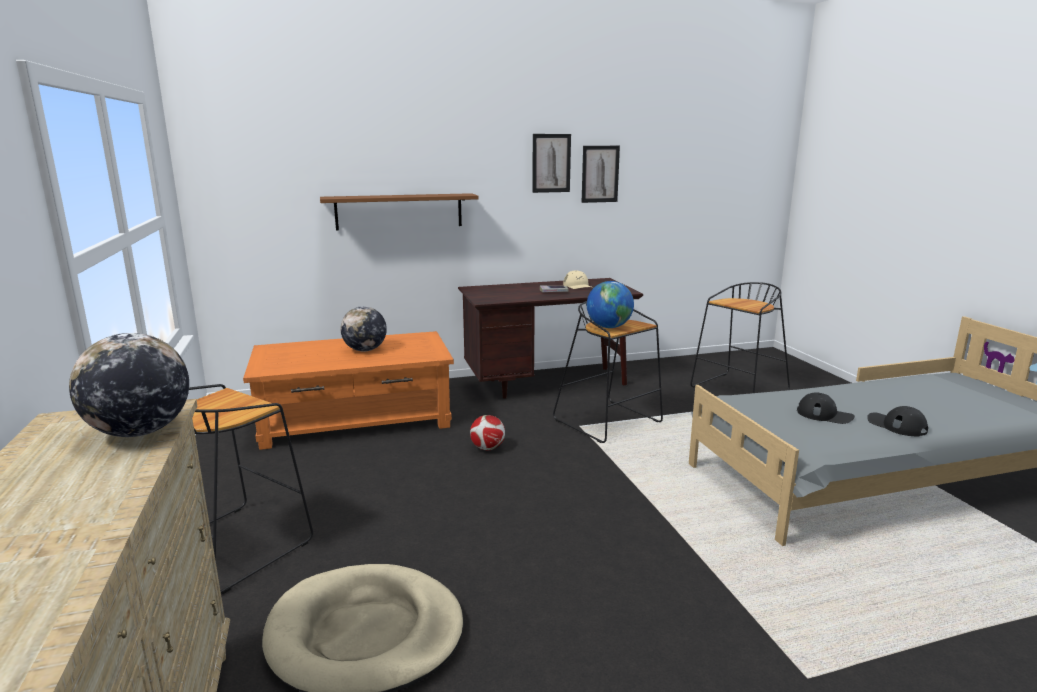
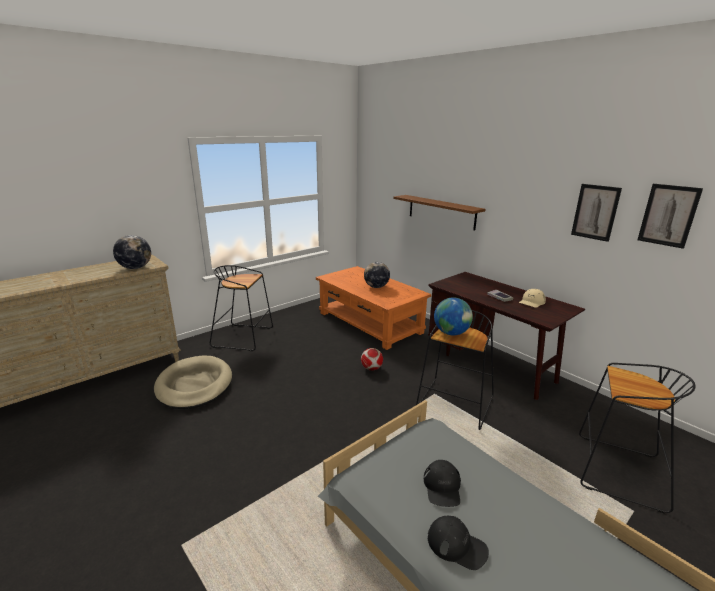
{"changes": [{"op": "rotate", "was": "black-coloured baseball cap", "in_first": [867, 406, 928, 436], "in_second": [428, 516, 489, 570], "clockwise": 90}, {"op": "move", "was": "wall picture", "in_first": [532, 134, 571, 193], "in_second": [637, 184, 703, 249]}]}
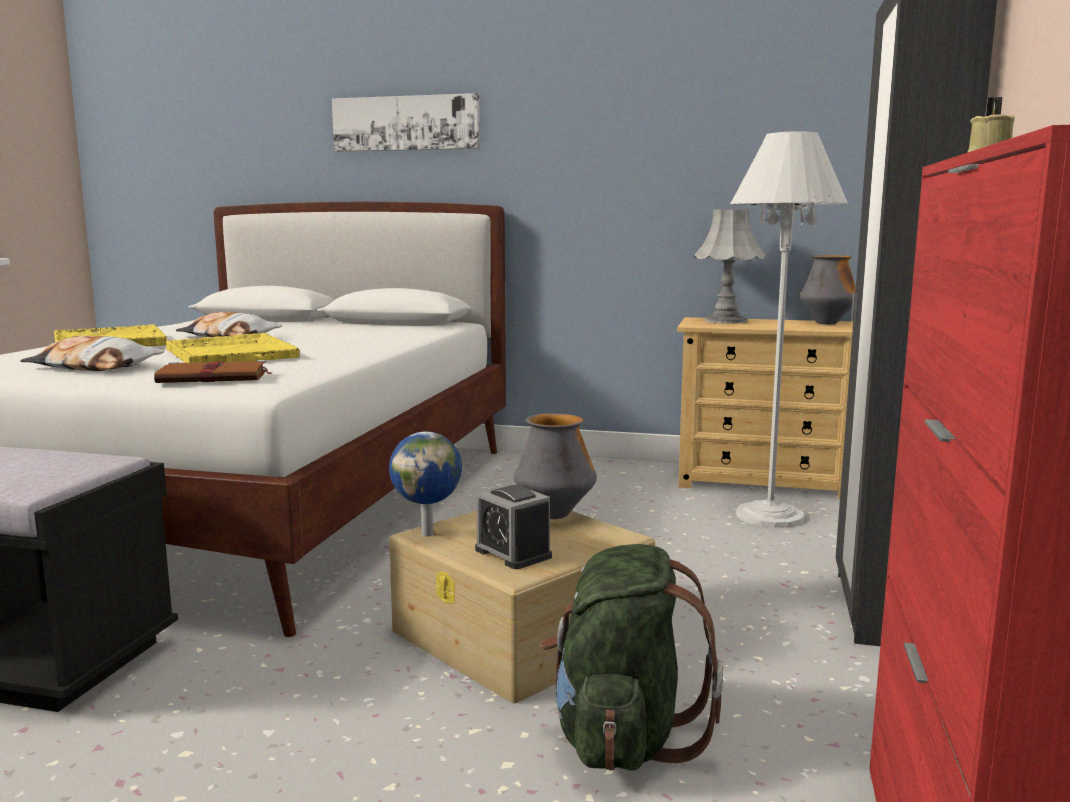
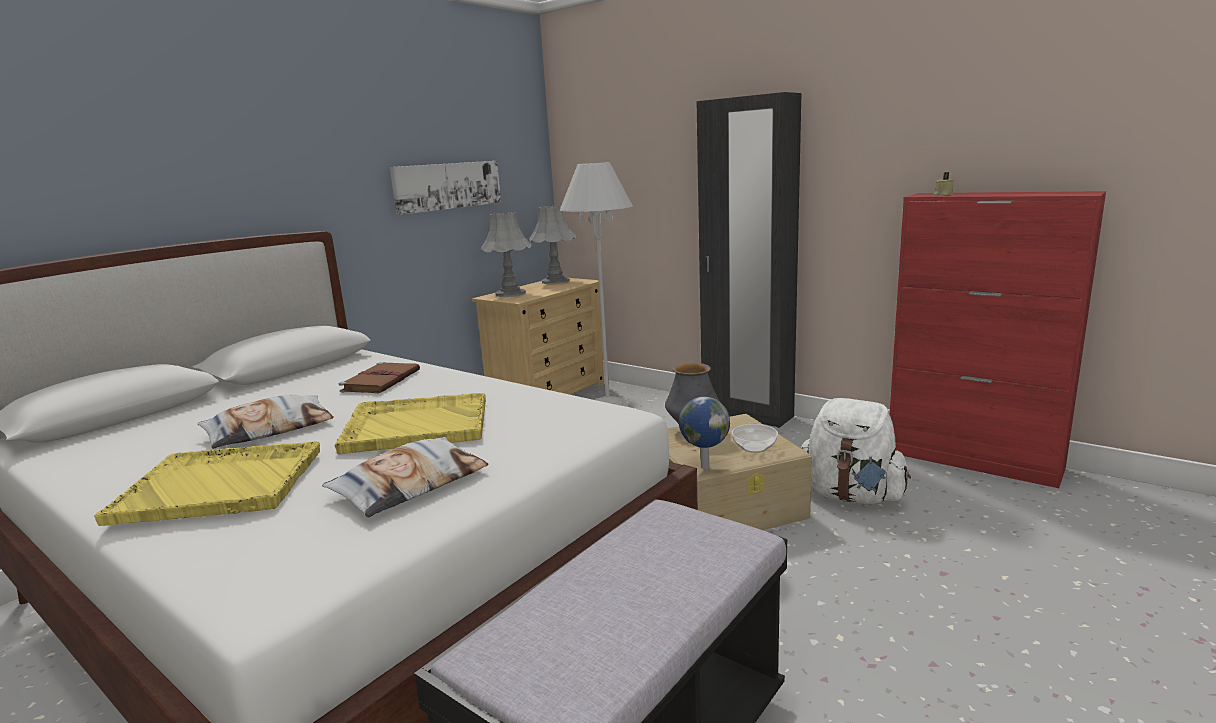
{"changes": [{"op": "move", "was": "brown-coloured book", "in_first": [154, 360, 274, 383], "in_second": [339, 362, 420, 393]}, {"op": "move", "was": "wall picture", "in_first": [332, 93, 480, 152], "in_second": [390, 161, 501, 215]}, {"op": "replace", "was": "decorative vase", "now": "grey tabletop lamp", "in_first": [800, 255, 856, 324], "in_second": [529, 206, 576, 284]}, {"op": "replace", "was": "bedside clock", "now": "bowl", "in_first": [475, 484, 552, 569], "in_second": [732, 424, 778, 453]}, {"op": "recolor", "was": "green-coloured rucksack", "now": "whitish rucksack", "in_first": [539, 544, 723, 771], "in_second": [801, 398, 911, 504]}]}
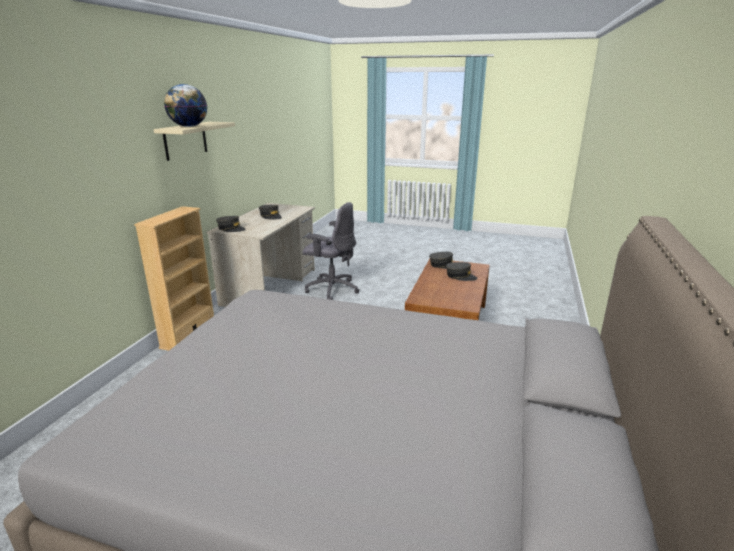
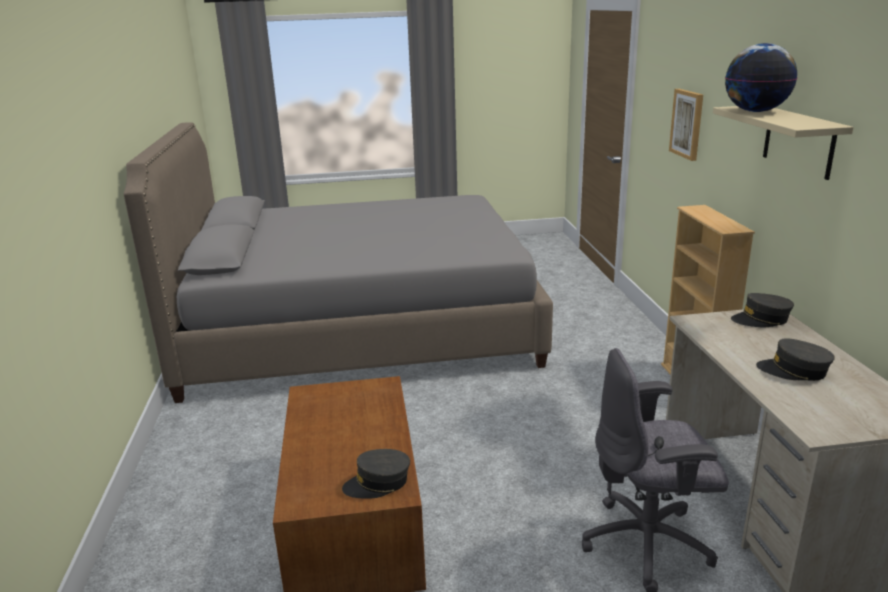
{"changes": [{"op": "insert", "now": "wall picture", "in_second": [669, 89, 703, 161]}, {"op": "delete", "was": "grey baseball cap", "in_first": [446, 262, 478, 281]}]}
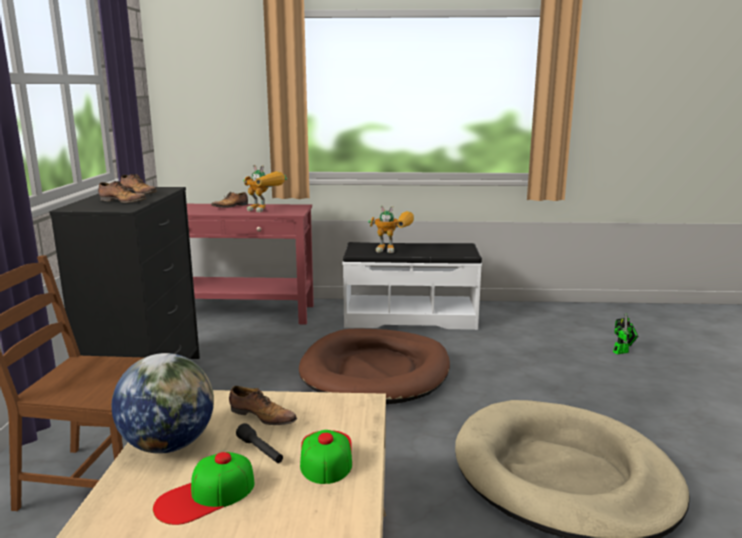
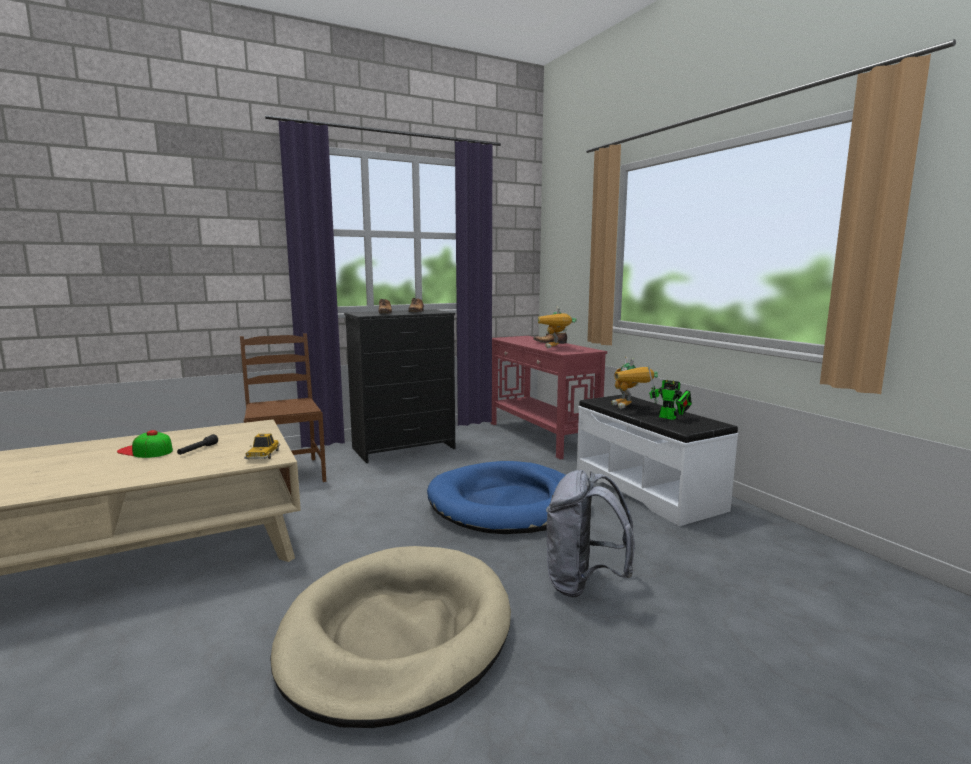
{"changes": [{"op": "insert", "now": "toy car", "in_second": [244, 434, 280, 459]}, {"op": "recolor", "was": "brown-coloured dog cushion", "now": "blue dog cushion", "in_first": [299, 328, 450, 404], "in_second": [427, 461, 565, 534]}, {"op": "insert", "now": "grey rucksack", "in_second": [546, 470, 635, 597]}, {"op": "move", "was": "model robot", "in_first": [613, 313, 639, 354], "in_second": [648, 366, 692, 420]}, {"op": "delete", "was": "globe", "in_first": [112, 353, 214, 454]}, {"op": "delete", "was": "low shoe", "in_first": [229, 386, 297, 425]}, {"op": "delete", "was": "baseball cap", "in_first": [300, 430, 352, 484]}]}
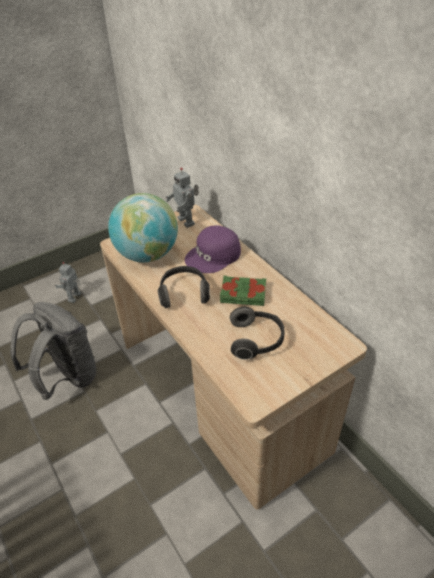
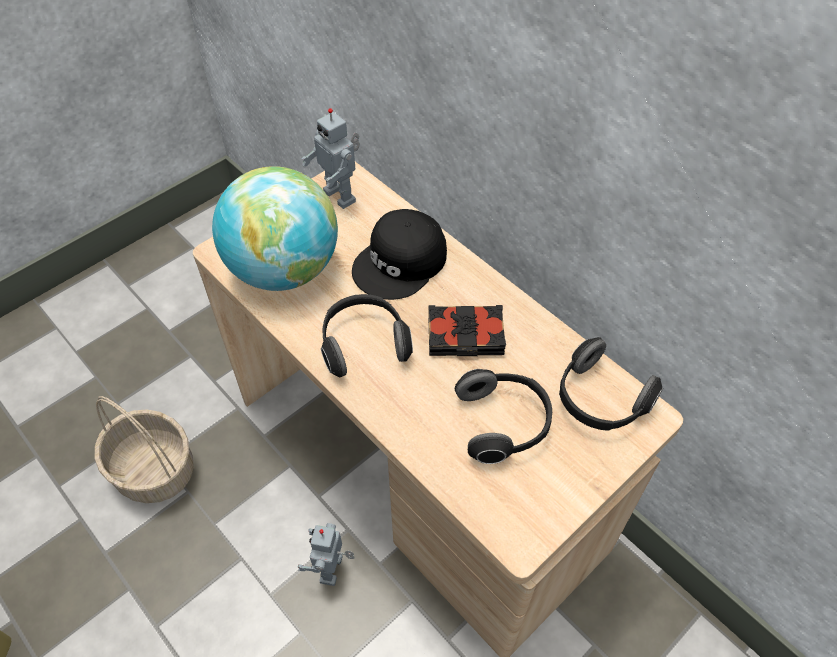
{"changes": [{"op": "replace", "was": "grey rucksack", "now": "household basket", "in_first": [10, 302, 96, 400], "in_second": [95, 396, 194, 503]}, {"op": "move", "was": "model robot", "in_first": [55, 262, 81, 303], "in_second": [297, 523, 355, 586]}, {"op": "recolor", "was": "purple-coloured baseball cap", "now": "black-coloured baseball cap", "in_first": [185, 225, 241, 273], "in_second": [352, 209, 447, 300]}, {"op": "recolor", "was": "green-coloured book", "now": "black-coloured book", "in_first": [220, 276, 267, 306], "in_second": [428, 305, 506, 356]}, {"op": "insert", "now": "headphones", "in_second": [559, 337, 663, 431]}]}
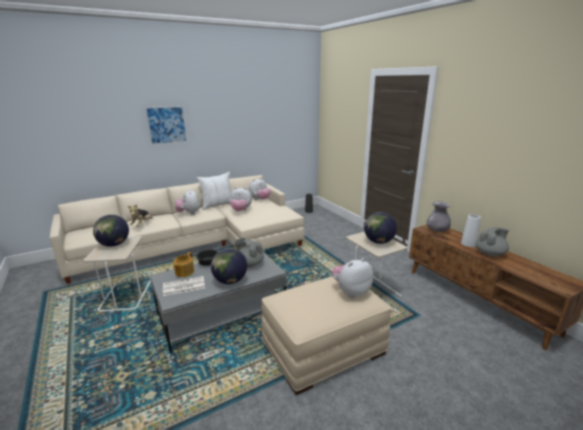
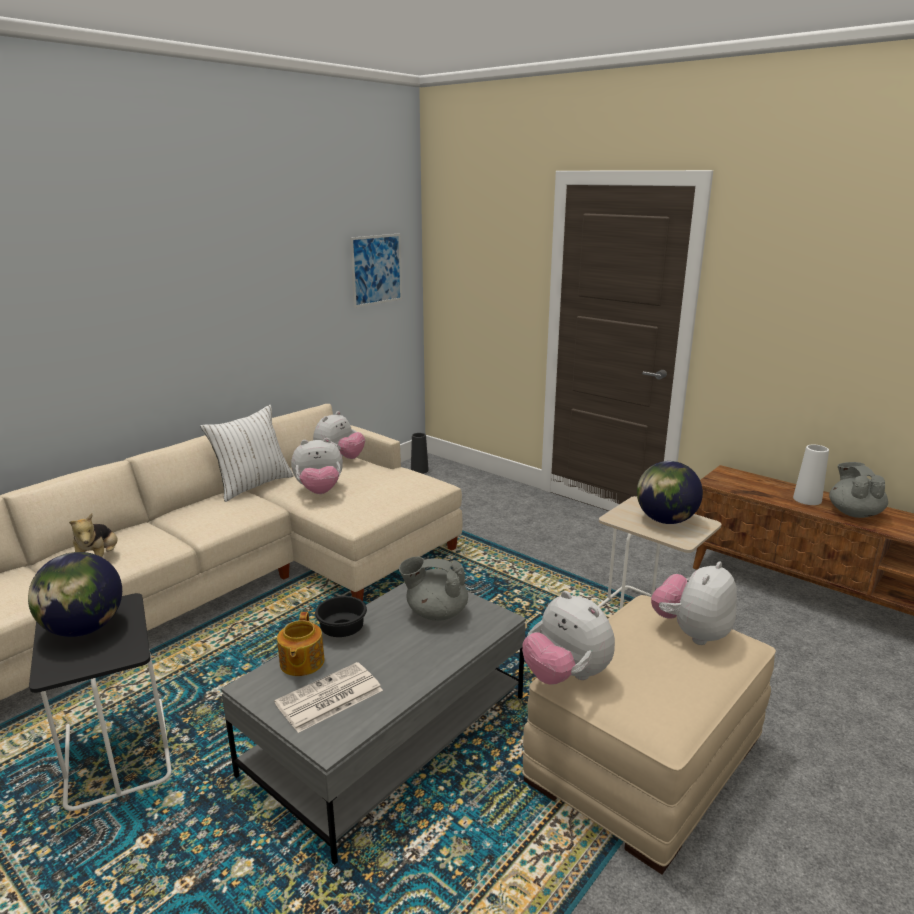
{"changes": [{"op": "recolor", "was": "beige-coloured accent table", "now": "black-coloured accent table", "in_first": [84, 236, 151, 312], "in_second": [29, 593, 172, 811]}, {"op": "move", "was": "wall picture", "in_first": [145, 106, 188, 145], "in_second": [350, 233, 402, 308]}, {"op": "move", "was": "soft toy", "in_first": [175, 189, 200, 215], "in_second": [522, 591, 615, 685]}, {"op": "rotate", "was": "grey teapot", "in_first": [476, 227, 509, 256], "in_second": [829, 462, 888, 518], "clockwise": -45}, {"op": "delete", "was": "globe", "in_first": [211, 248, 247, 284]}, {"op": "delete", "was": "grey decorative vase", "in_first": [427, 201, 451, 232]}]}
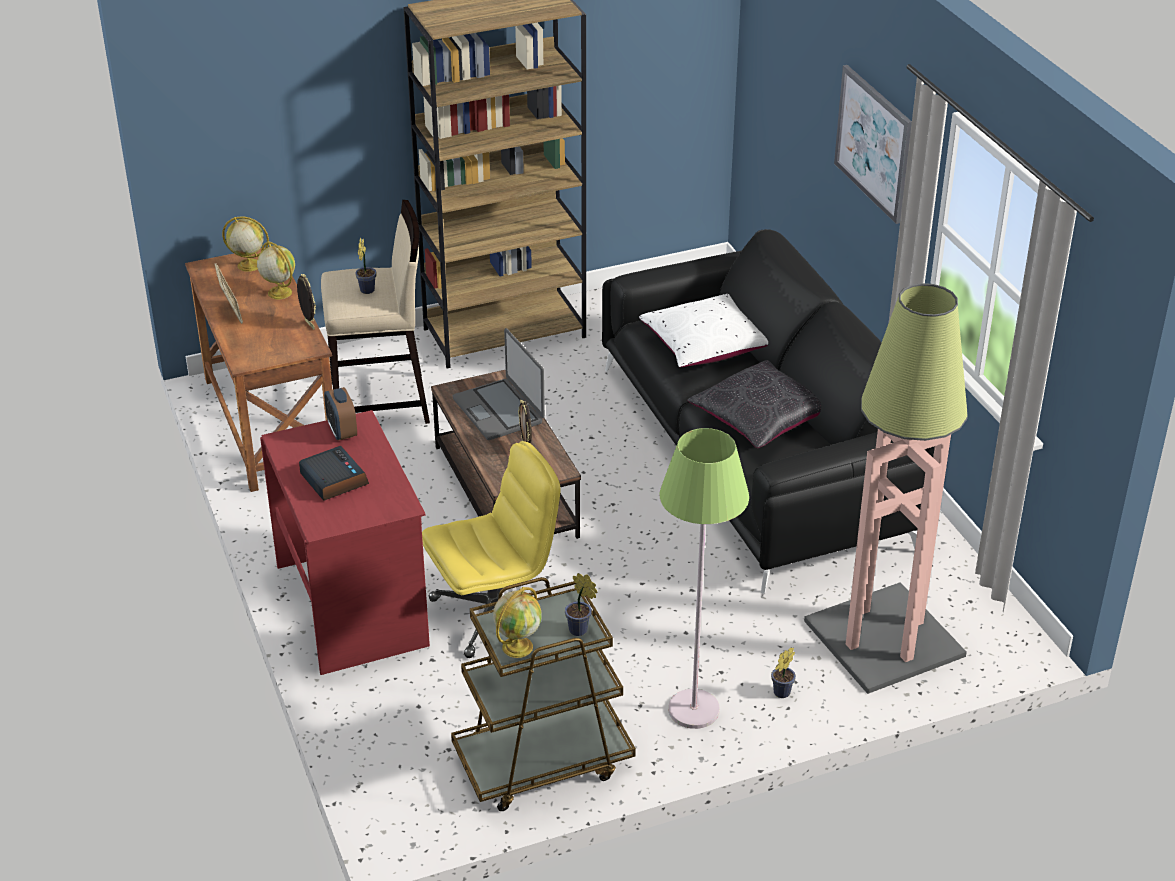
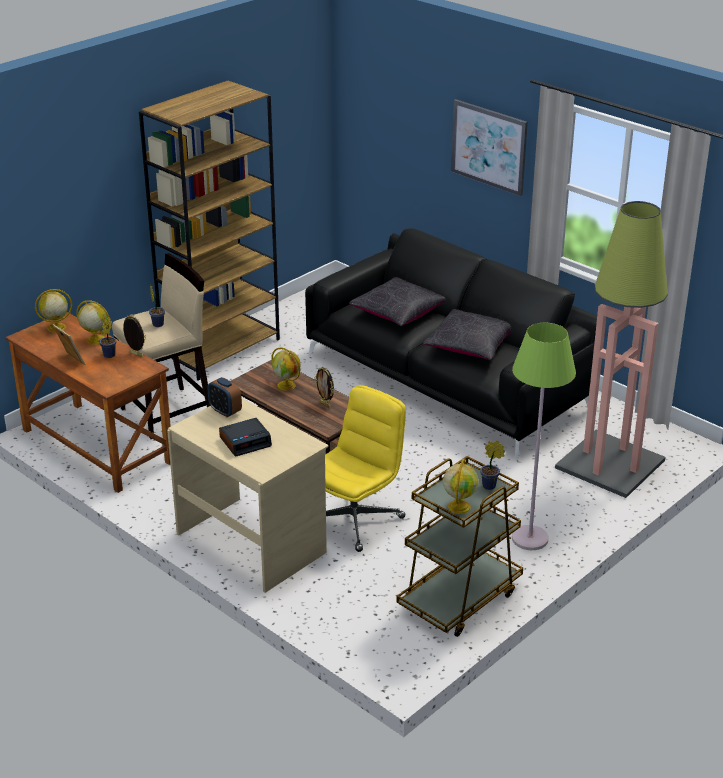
{"changes": [{"op": "move", "was": "potted plant", "in_first": [771, 647, 796, 698], "in_second": [99, 317, 116, 358]}, {"op": "recolor", "was": "reddish desk", "now": "beige-coloured desk", "in_first": [260, 410, 430, 675], "in_second": [167, 398, 329, 593]}, {"op": "rotate", "was": "bedside clock", "in_first": [299, 446, 369, 501], "in_second": [219, 418, 272, 456], "clockwise": 120}, {"op": "replace", "was": "portable computer", "now": "globe", "in_first": [453, 328, 545, 440], "in_second": [271, 347, 301, 391]}, {"op": "recolor", "was": "whitish throw pillow", "now": "black-coloured throw pillow", "in_first": [639, 294, 768, 367], "in_second": [349, 277, 446, 326]}]}
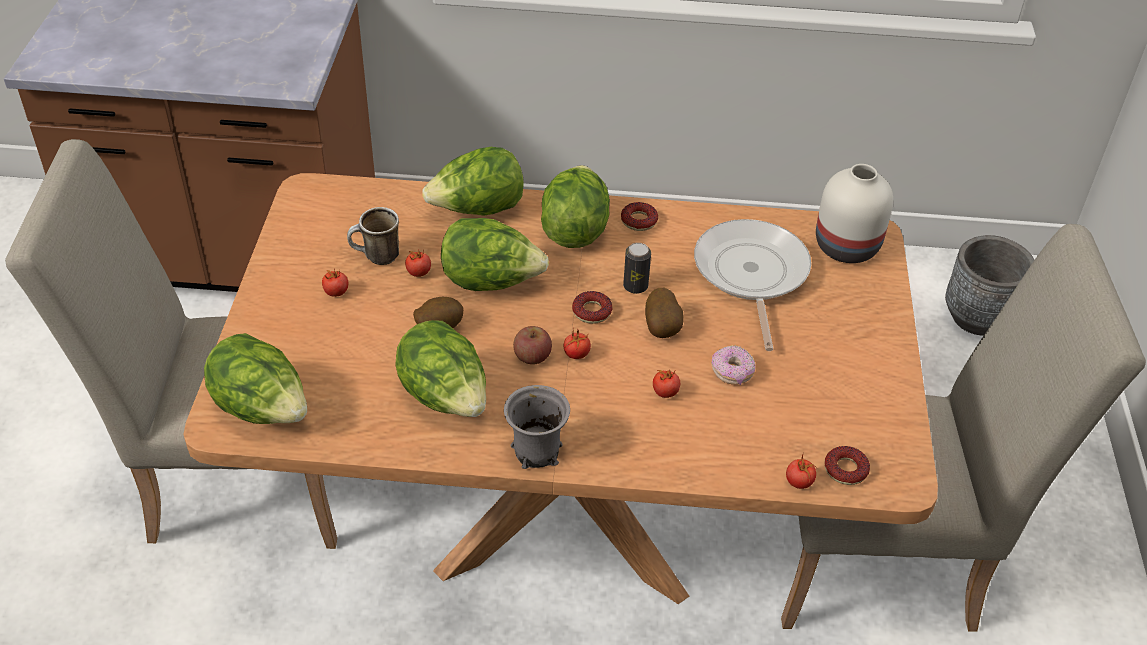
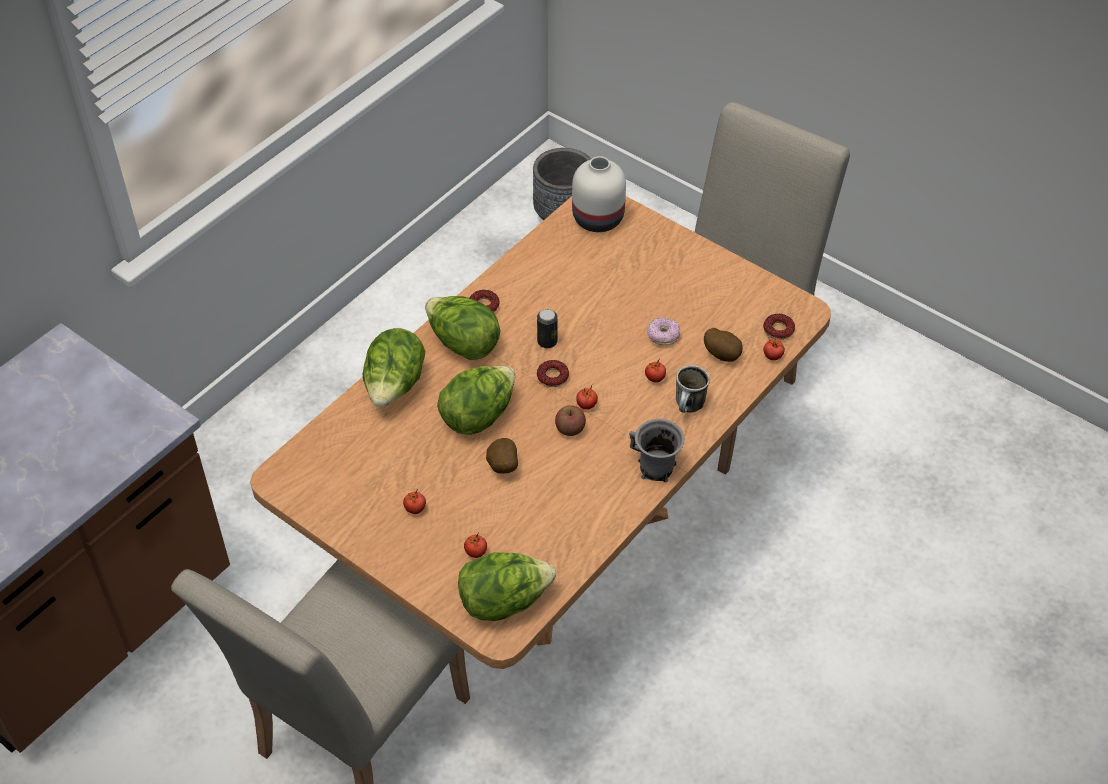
{"changes": [{"op": "move", "was": "whole tomato", "in_first": [405, 249, 431, 277], "in_second": [464, 533, 487, 558]}, {"op": "move", "was": "coffee mug", "in_first": [347, 207, 399, 265], "in_second": [676, 365, 710, 413]}, {"op": "move", "was": "whole potato", "in_first": [645, 288, 684, 338], "in_second": [704, 328, 743, 362]}, {"op": "delete", "was": "lettuce head", "in_first": [395, 320, 486, 417]}, {"op": "delete", "was": "pan", "in_first": [694, 219, 811, 351]}]}
